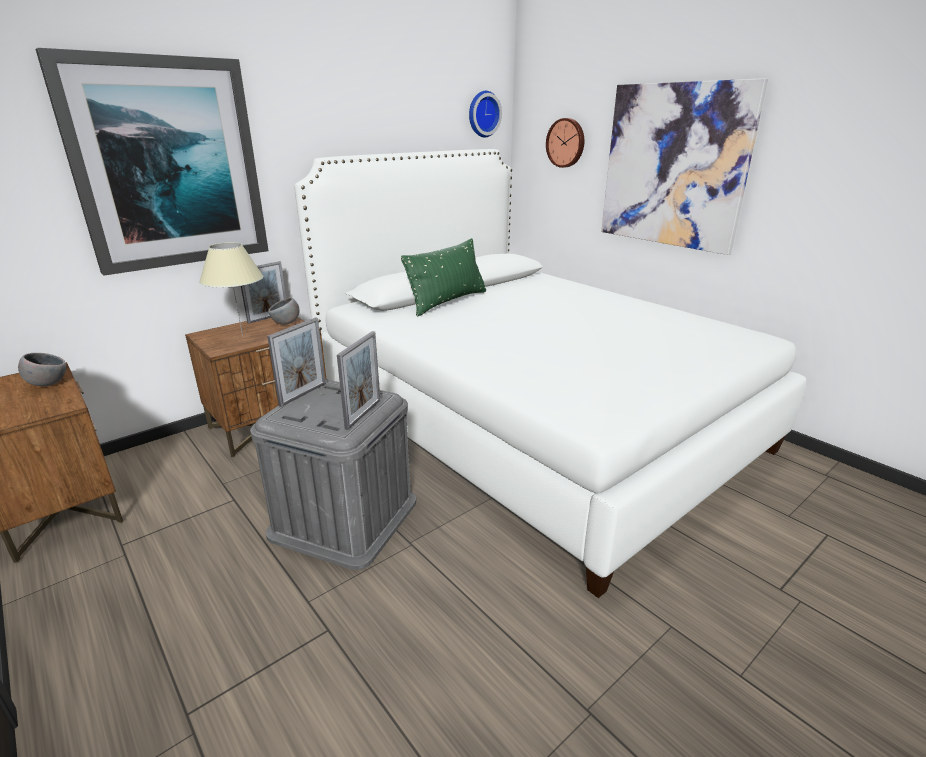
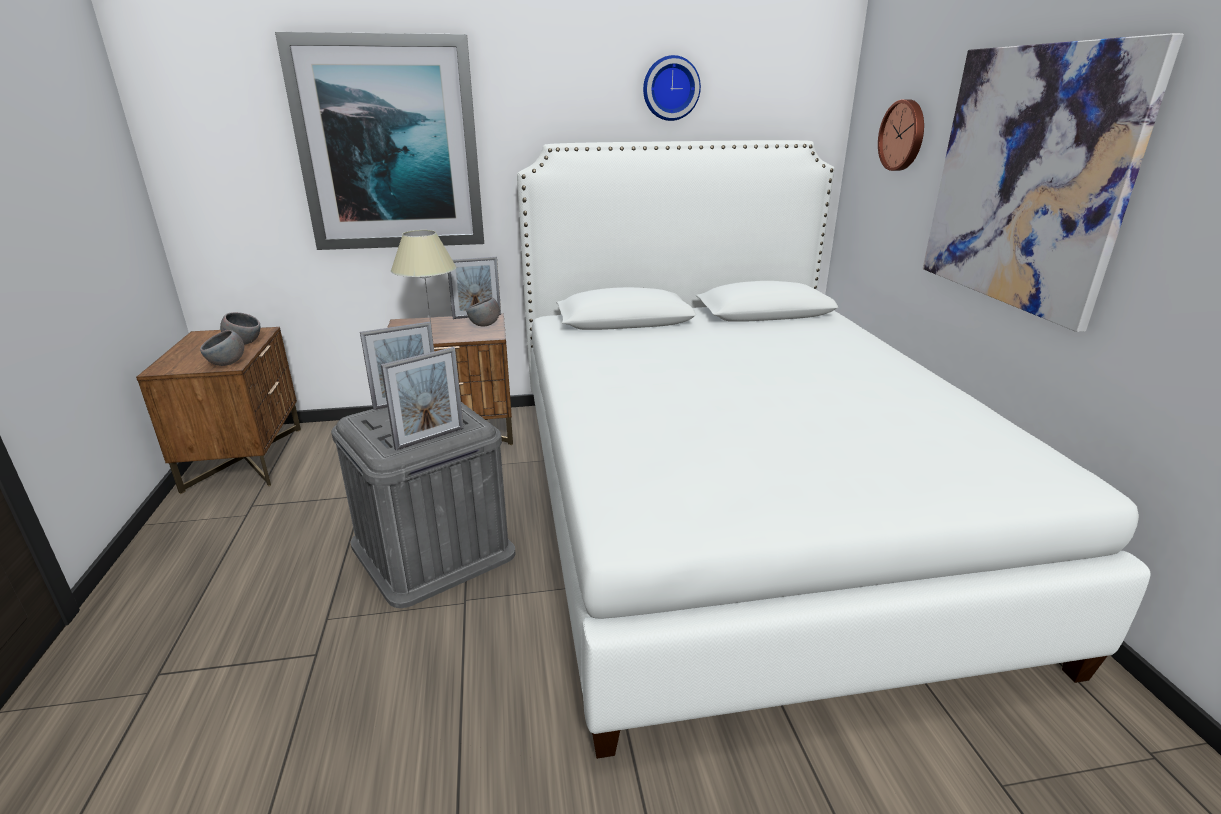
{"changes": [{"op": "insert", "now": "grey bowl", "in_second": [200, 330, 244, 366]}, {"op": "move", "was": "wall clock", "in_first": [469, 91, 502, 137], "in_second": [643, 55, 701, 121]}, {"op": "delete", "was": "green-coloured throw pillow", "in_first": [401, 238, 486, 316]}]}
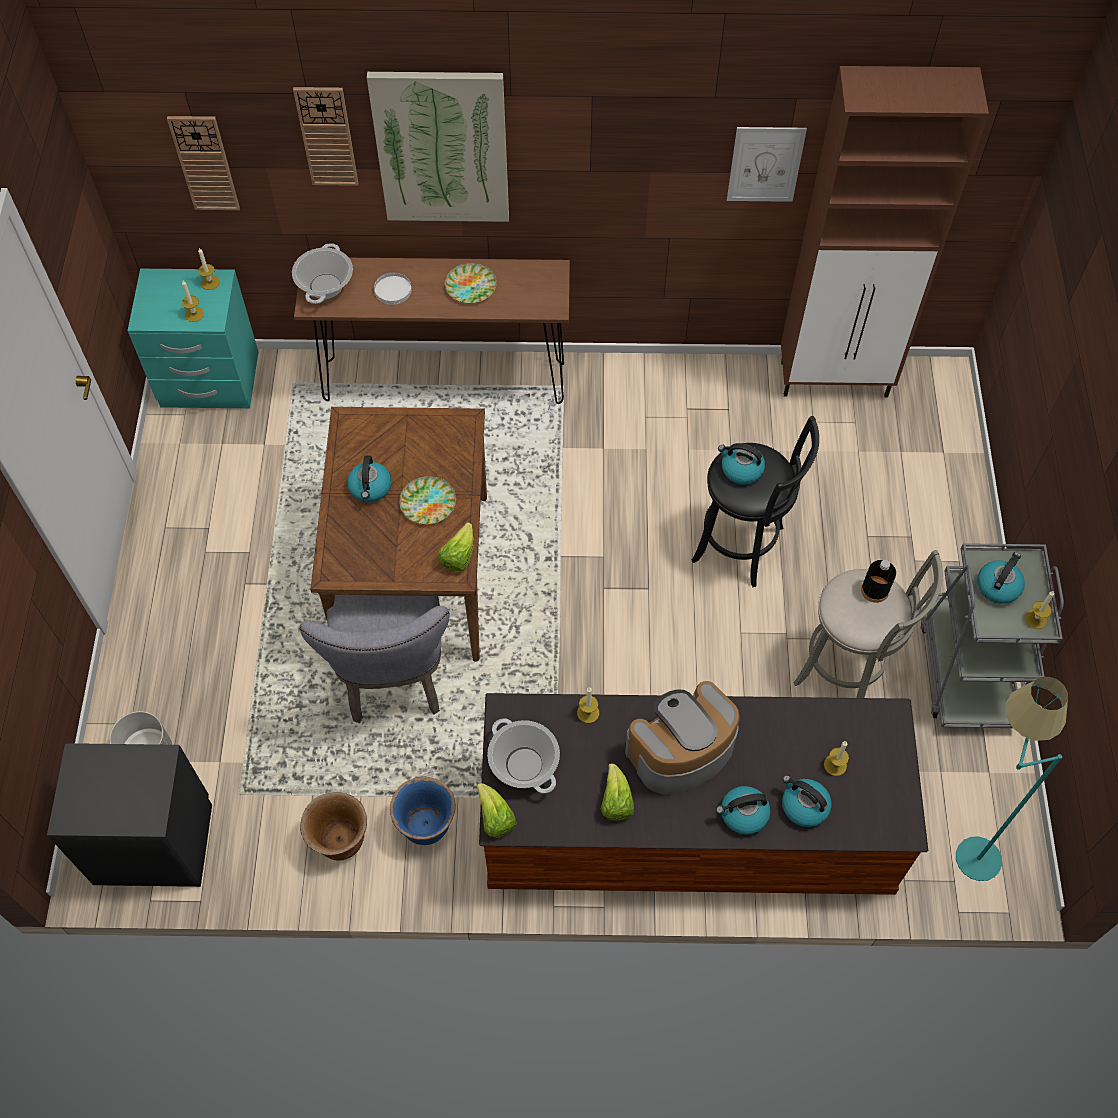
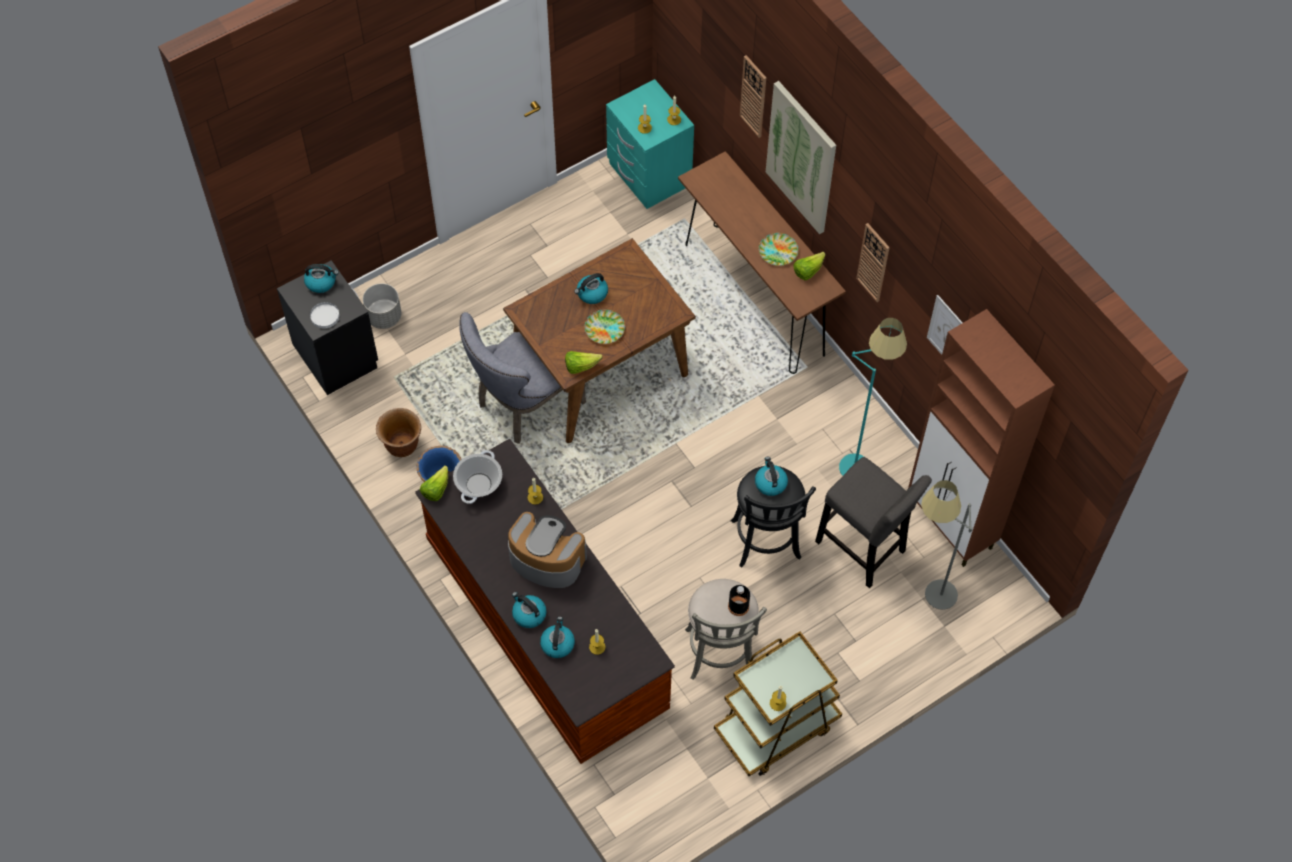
{"changes": [{"op": "move", "was": "water kettle", "in_first": [977, 552, 1025, 604], "in_second": [304, 264, 339, 293]}, {"op": "move", "was": "whitish plate", "in_first": [374, 272, 412, 305], "in_second": [310, 302, 339, 328]}, {"op": "recolor", "was": "grey wheeled cart", "now": "brown-coloured wheeled cart", "in_first": [920, 543, 1064, 728], "in_second": [714, 631, 842, 776]}, {"op": "move", "was": "lettuce head", "in_first": [601, 763, 634, 821], "in_second": [793, 252, 826, 280]}, {"op": "insert", "now": "grey stool", "in_second": [815, 457, 932, 588]}, {"op": "move", "was": "blue-green floor lamp", "in_first": [956, 677, 1068, 881], "in_second": [839, 318, 907, 476]}, {"op": "move", "was": "wall clock", "in_first": [167, 116, 240, 210], "in_second": [856, 223, 890, 302]}, {"op": "insert", "now": "grey floor lamp", "in_second": [921, 480, 973, 610]}, {"op": "delete", "was": "stockpot", "in_first": [292, 243, 353, 304]}]}
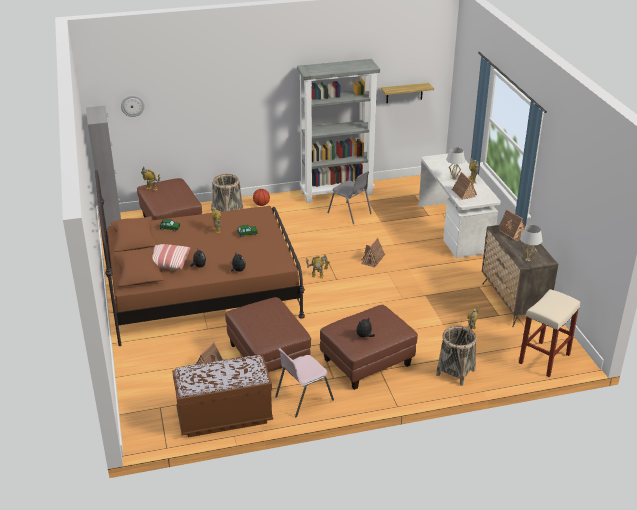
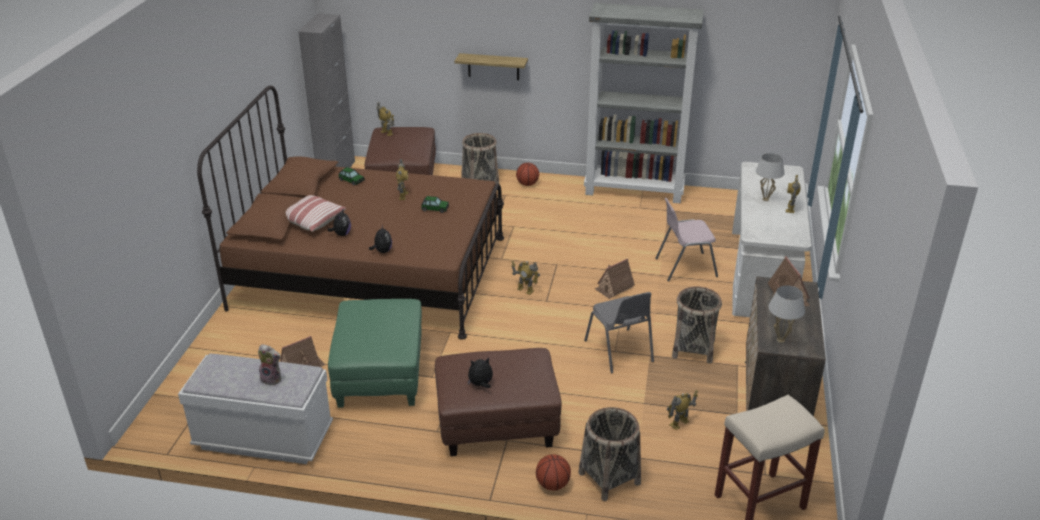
{"changes": [{"op": "recolor", "was": "brown-coloured bench", "now": "whitish bench", "in_first": [172, 355, 273, 438], "in_second": [178, 354, 333, 464]}, {"op": "insert", "now": "soft toy", "in_second": [258, 344, 281, 385]}, {"op": "recolor", "was": "brown-coloured ottoman", "now": "green-coloured ottoman", "in_first": [225, 297, 311, 372], "in_second": [328, 299, 422, 408]}, {"op": "move", "was": "wall shelf", "in_first": [381, 83, 434, 103], "in_second": [454, 53, 528, 80]}, {"op": "insert", "now": "basketball", "in_second": [536, 454, 571, 491]}, {"op": "move", "was": "grey upright chair", "in_first": [327, 171, 372, 224], "in_second": [584, 292, 654, 373]}, {"op": "move", "was": "pink upright chair", "in_first": [275, 348, 334, 418], "in_second": [655, 198, 718, 281]}, {"op": "insert", "now": "household basket", "in_second": [672, 286, 722, 364]}, {"op": "delete", "was": "wall clock", "in_first": [121, 95, 145, 117]}, {"op": "delete", "was": "model house", "in_first": [451, 172, 477, 200]}]}
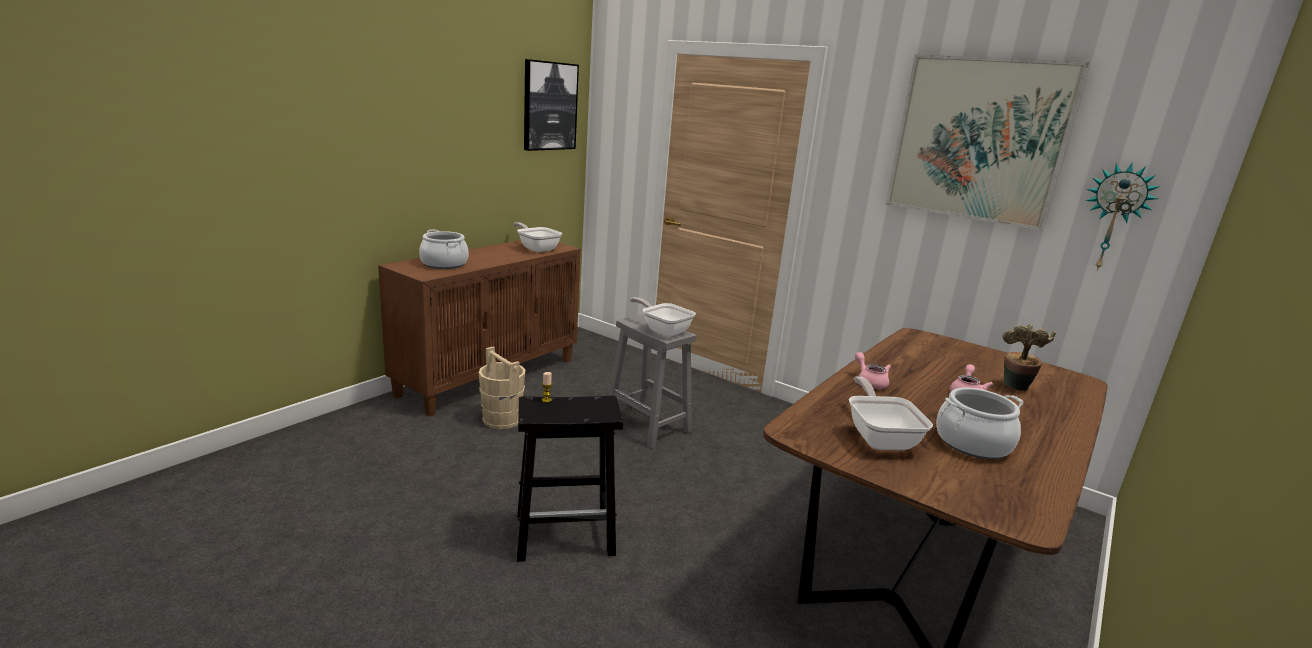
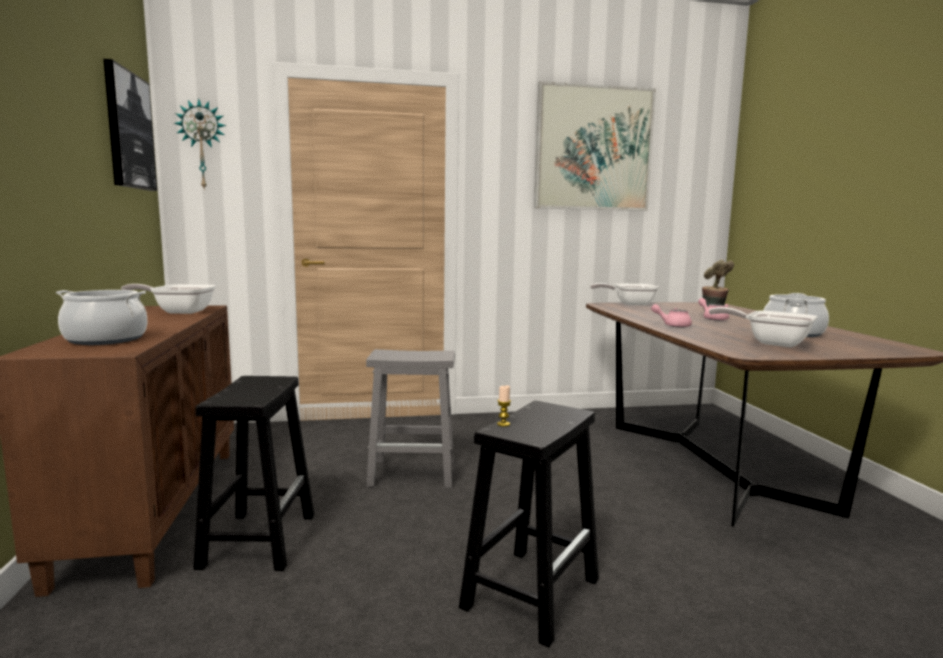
{"changes": [{"op": "move", "was": "wall clock", "in_first": [1086, 163, 1160, 271], "in_second": [174, 99, 226, 189]}, {"op": "replace", "was": "beige-coloured pail", "now": "black-coloured stool", "in_first": [479, 346, 526, 429], "in_second": [193, 376, 314, 571]}, {"op": "move", "was": "pan", "in_first": [630, 297, 696, 337], "in_second": [590, 283, 659, 306]}]}
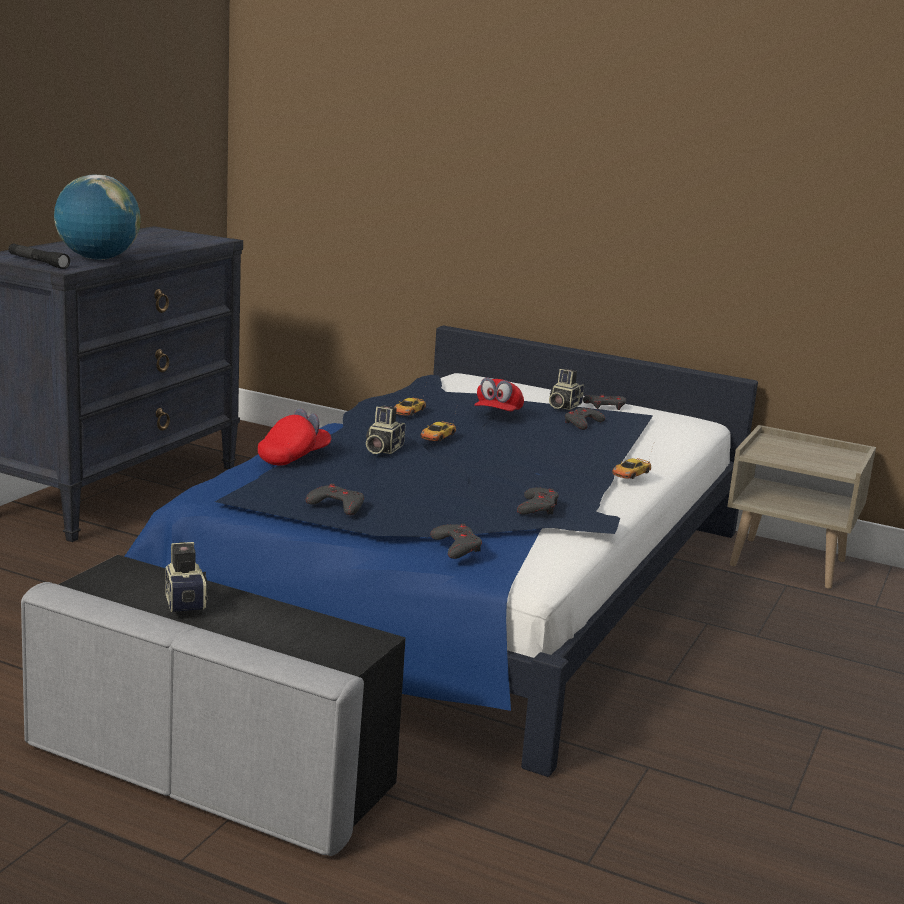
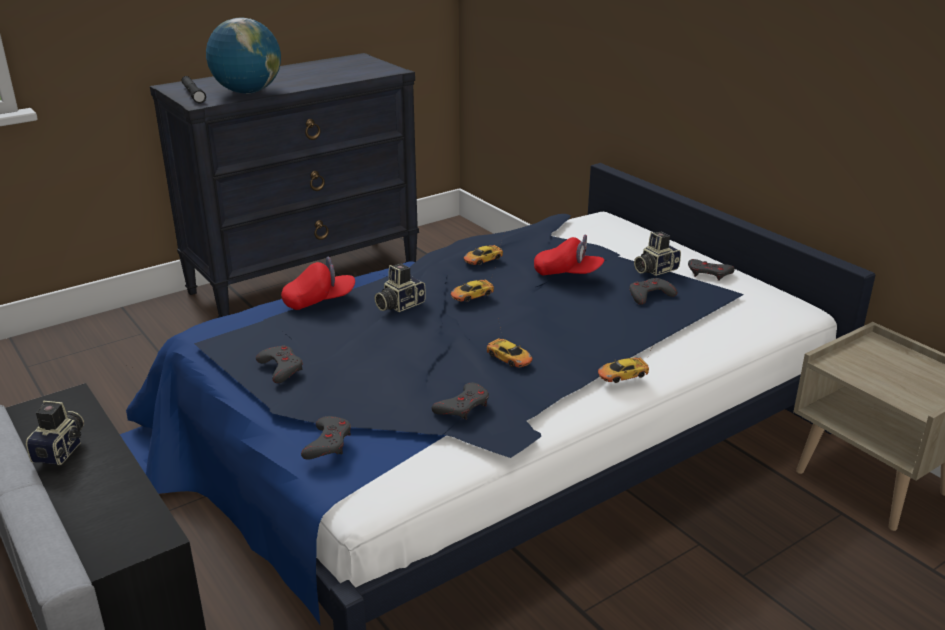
{"changes": [{"op": "insert", "now": "toy car", "in_second": [487, 323, 532, 367]}, {"op": "rotate", "was": "reddish baseball cap", "in_first": [474, 378, 524, 411], "in_second": [534, 235, 605, 275], "clockwise": -120}]}
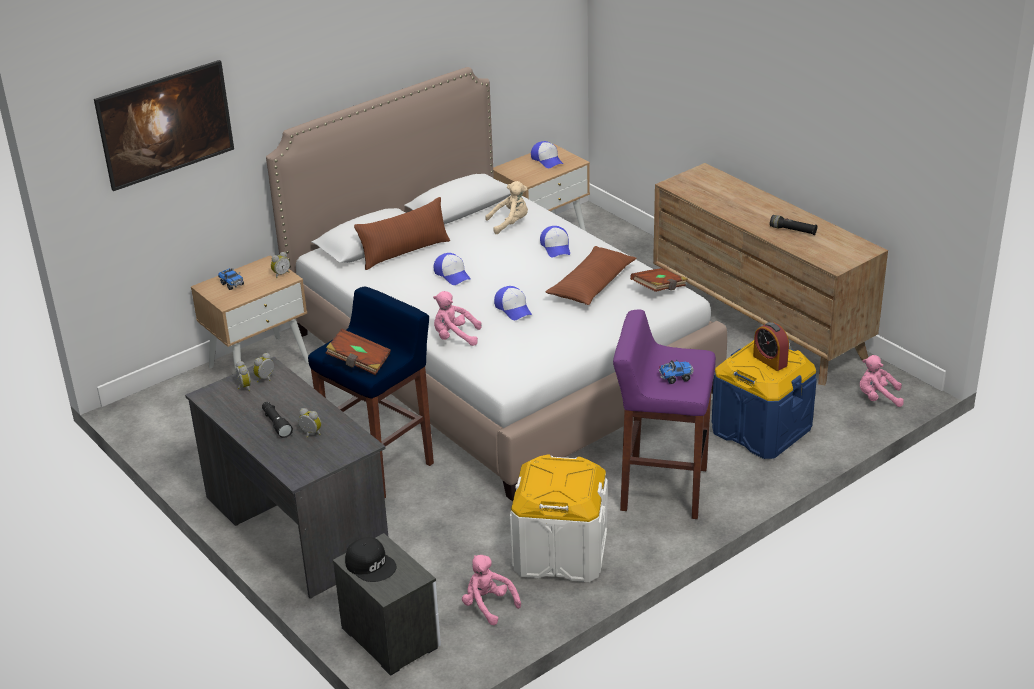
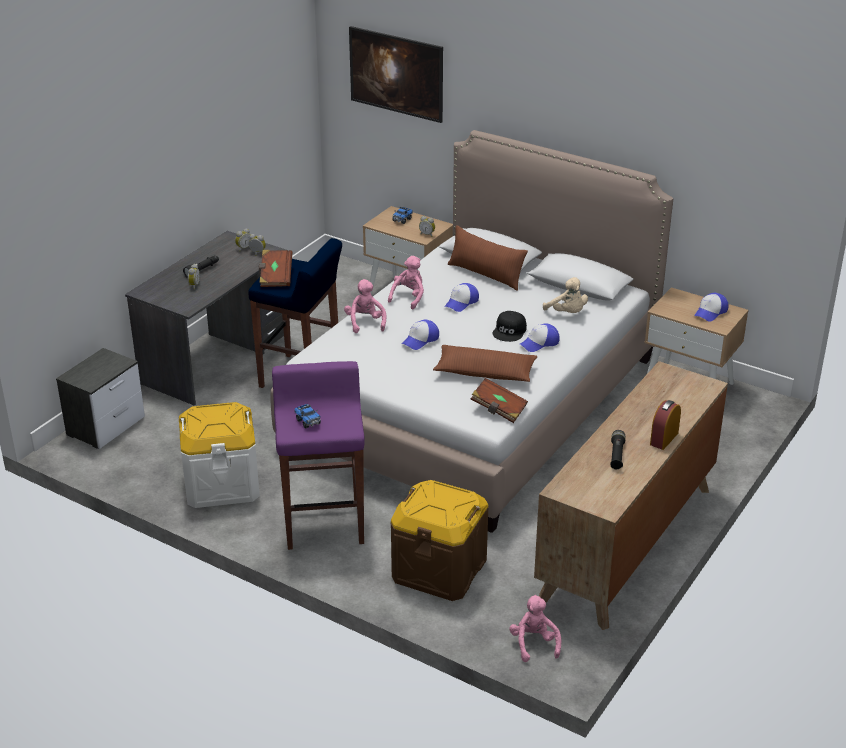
{"changes": [{"op": "move", "was": "pink soft toy", "in_first": [462, 555, 521, 625], "in_second": [388, 256, 424, 310]}, {"op": "recolor", "was": "blue storage box", "now": "brown-coloured storage box", "in_first": [712, 340, 817, 459], "in_second": [390, 480, 489, 601]}, {"op": "move", "was": "black-coloured baseball cap", "in_first": [345, 537, 397, 582], "in_second": [493, 311, 527, 342]}, {"op": "move", "was": "bedside clock", "in_first": [753, 322, 789, 371], "in_second": [650, 400, 681, 450]}]}
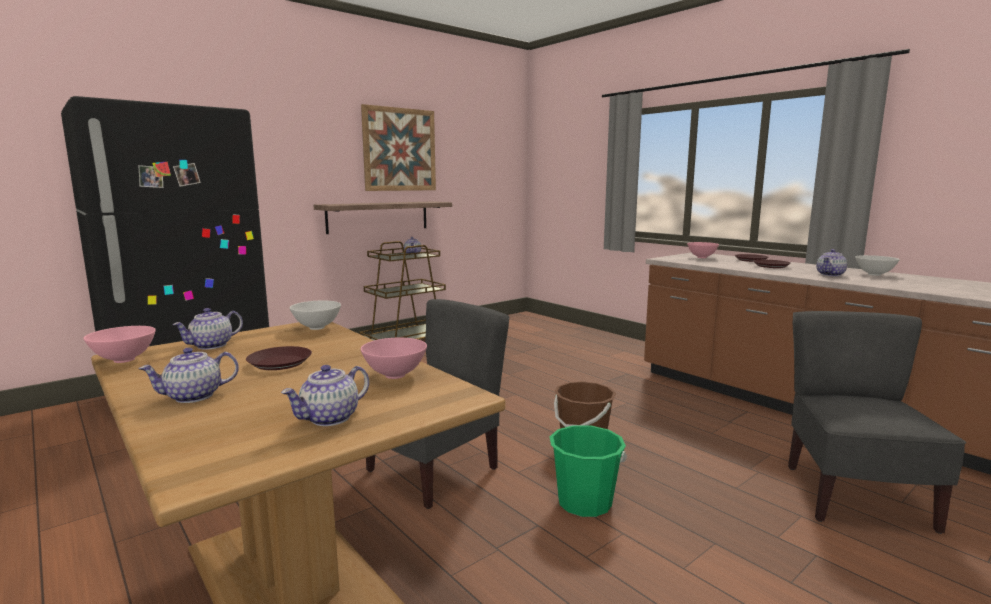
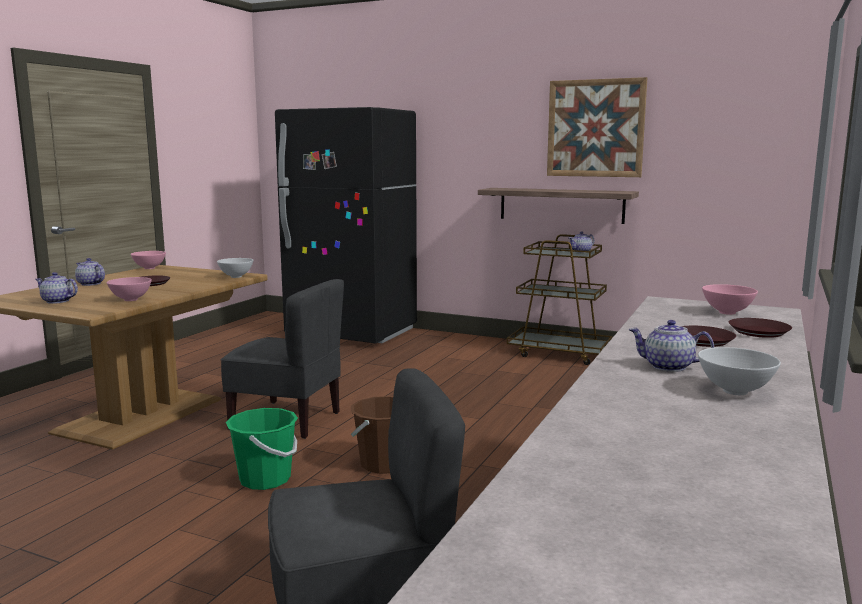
{"changes": [{"op": "delete", "was": "teapot", "in_first": [172, 308, 243, 350]}]}
